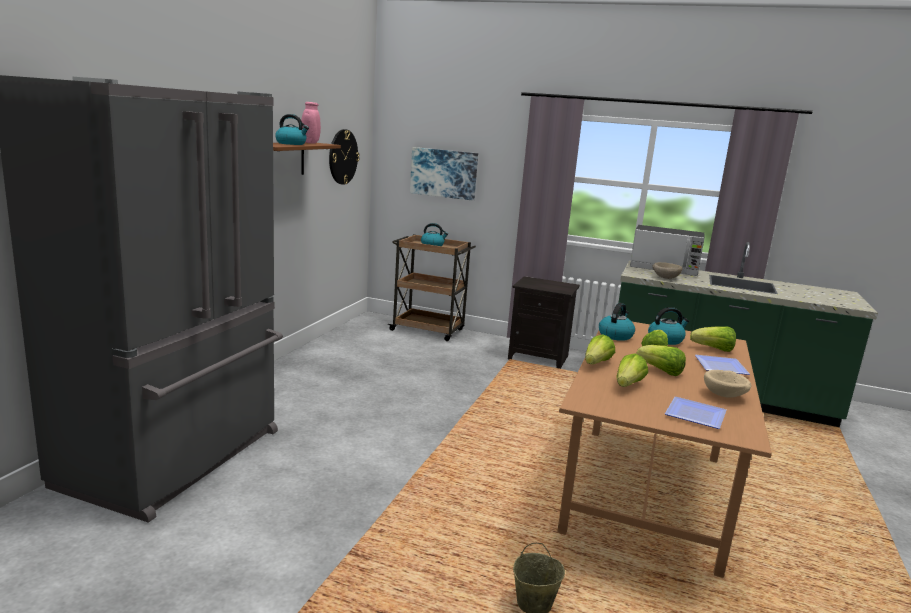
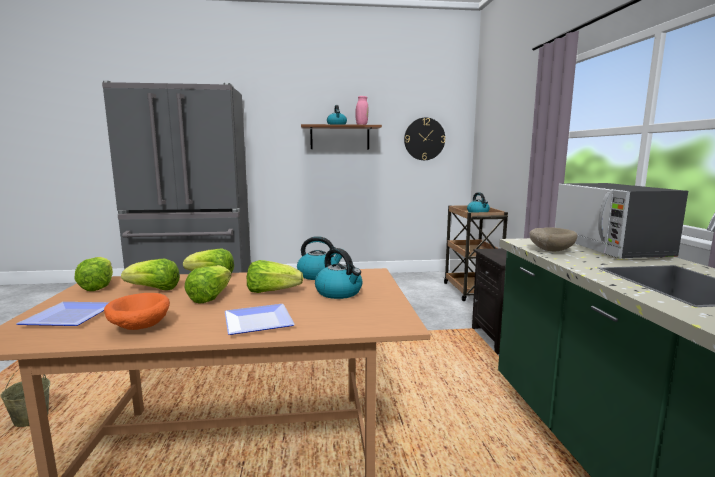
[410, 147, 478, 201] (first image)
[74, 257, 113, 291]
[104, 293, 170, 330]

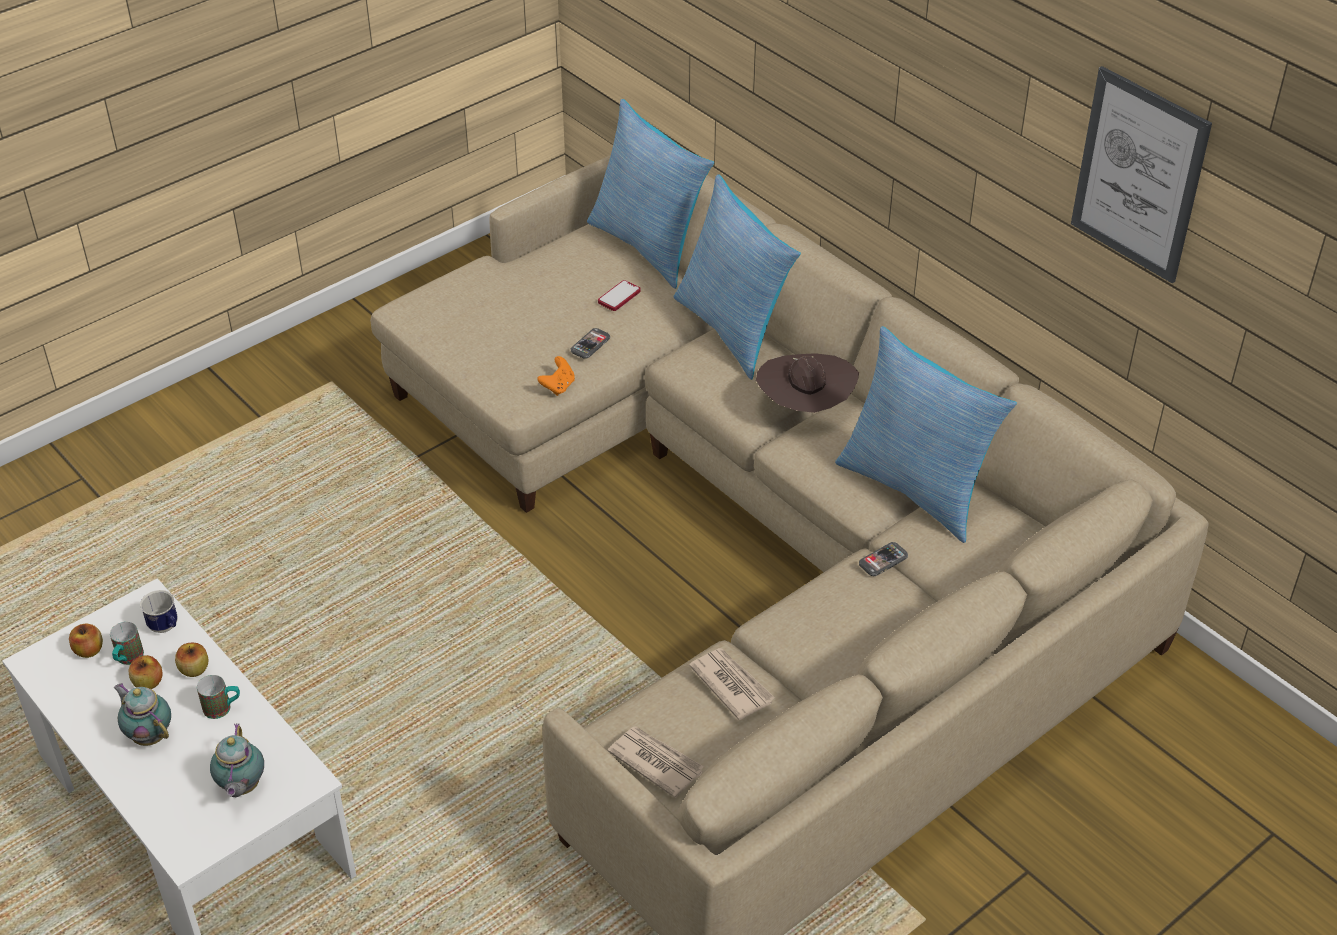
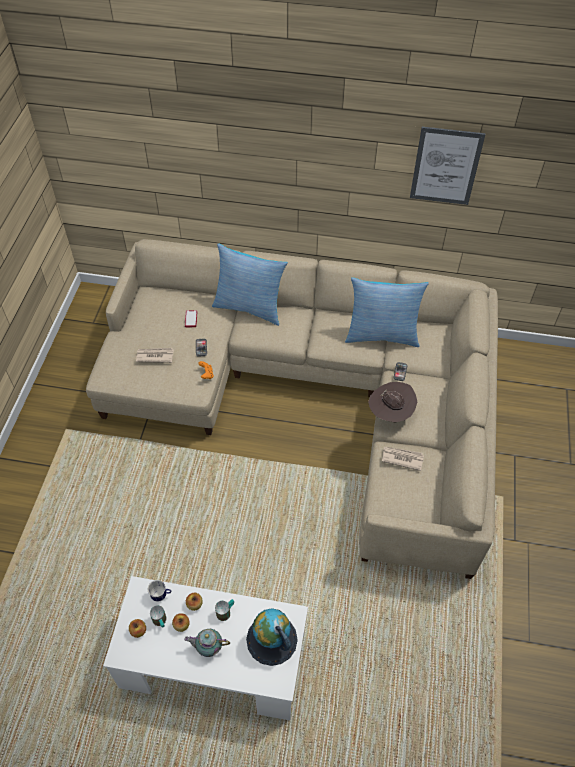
[587, 99, 714, 289] (first image)
[368, 382, 417, 423]
[246, 608, 298, 666]
[136, 348, 174, 363]

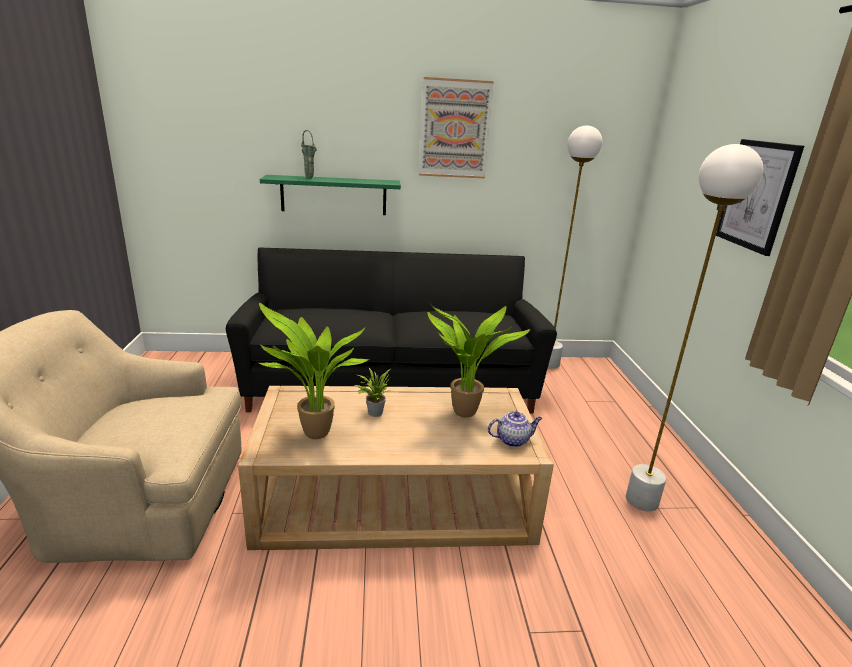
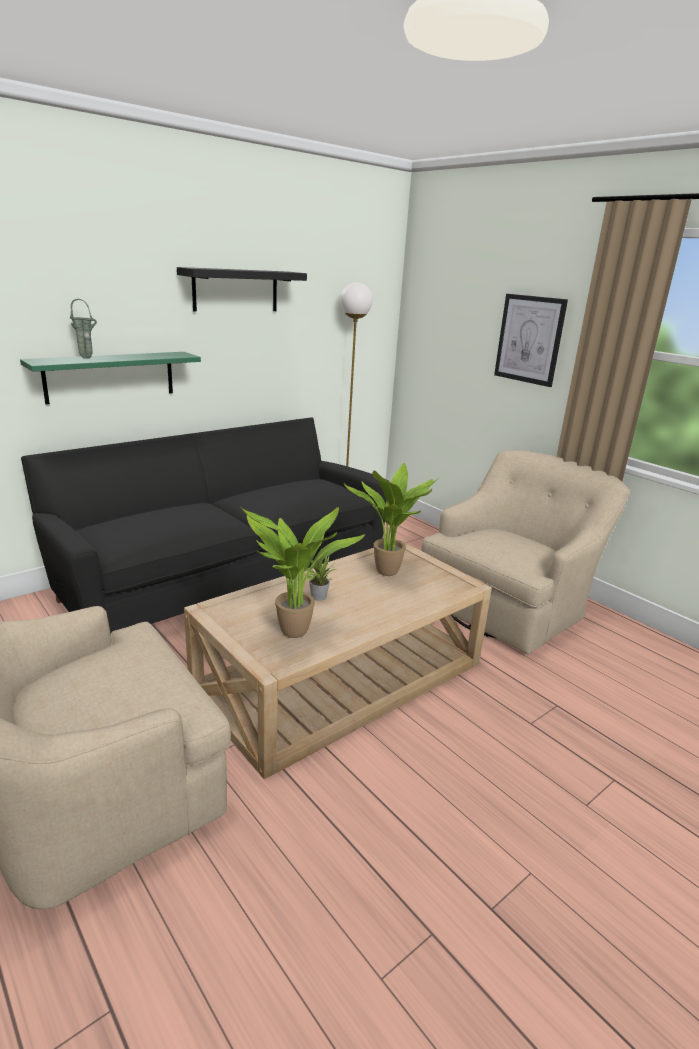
[177, 267, 307, 312]
[421, 450, 629, 654]
[488, 412, 542, 447] (first image)

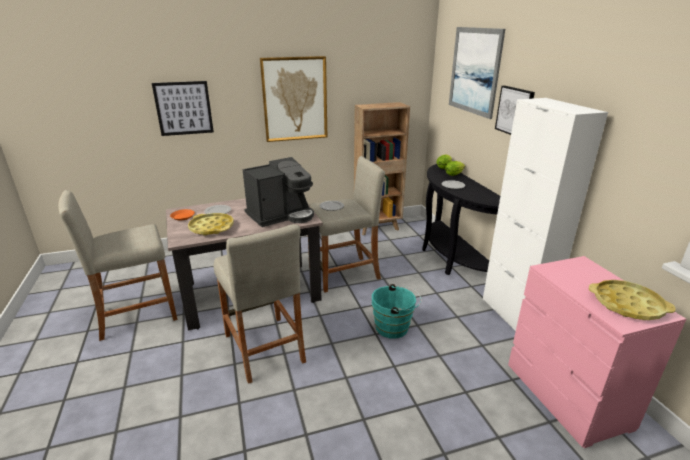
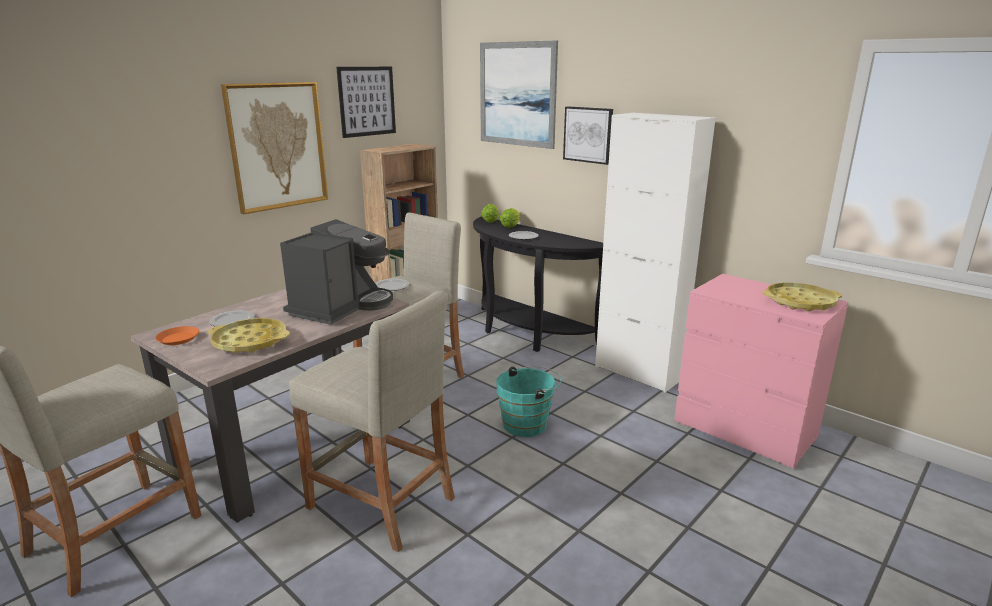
[336, 67, 396, 138]

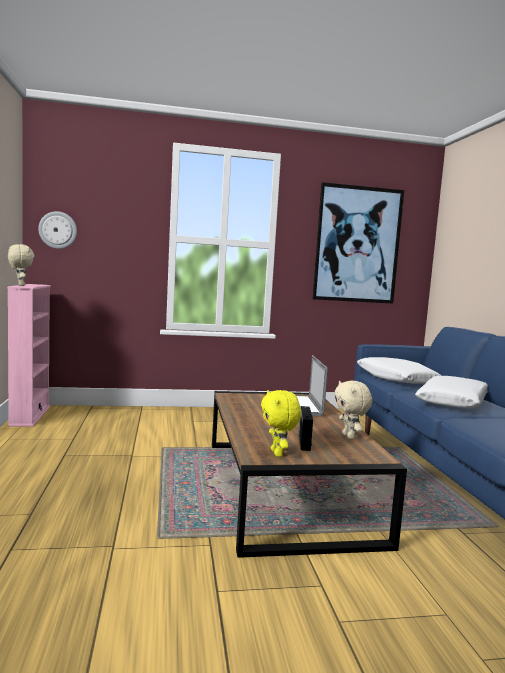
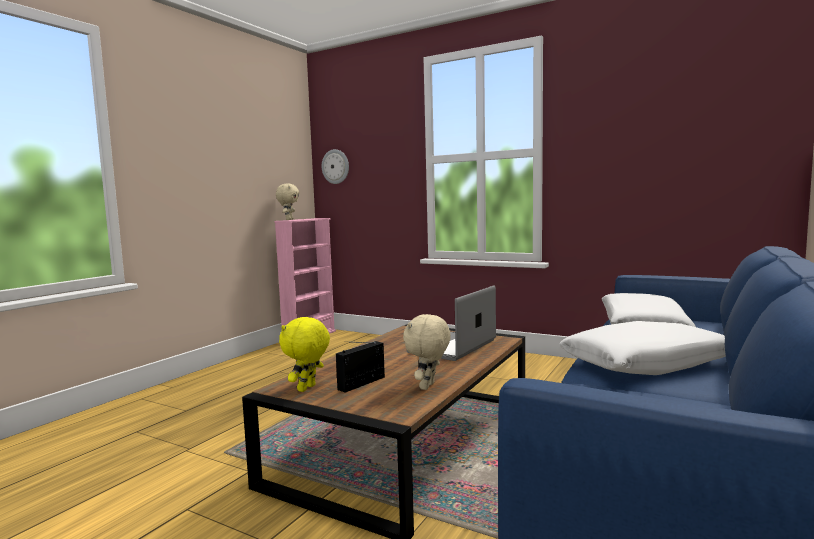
[313, 182, 404, 304] (first image)

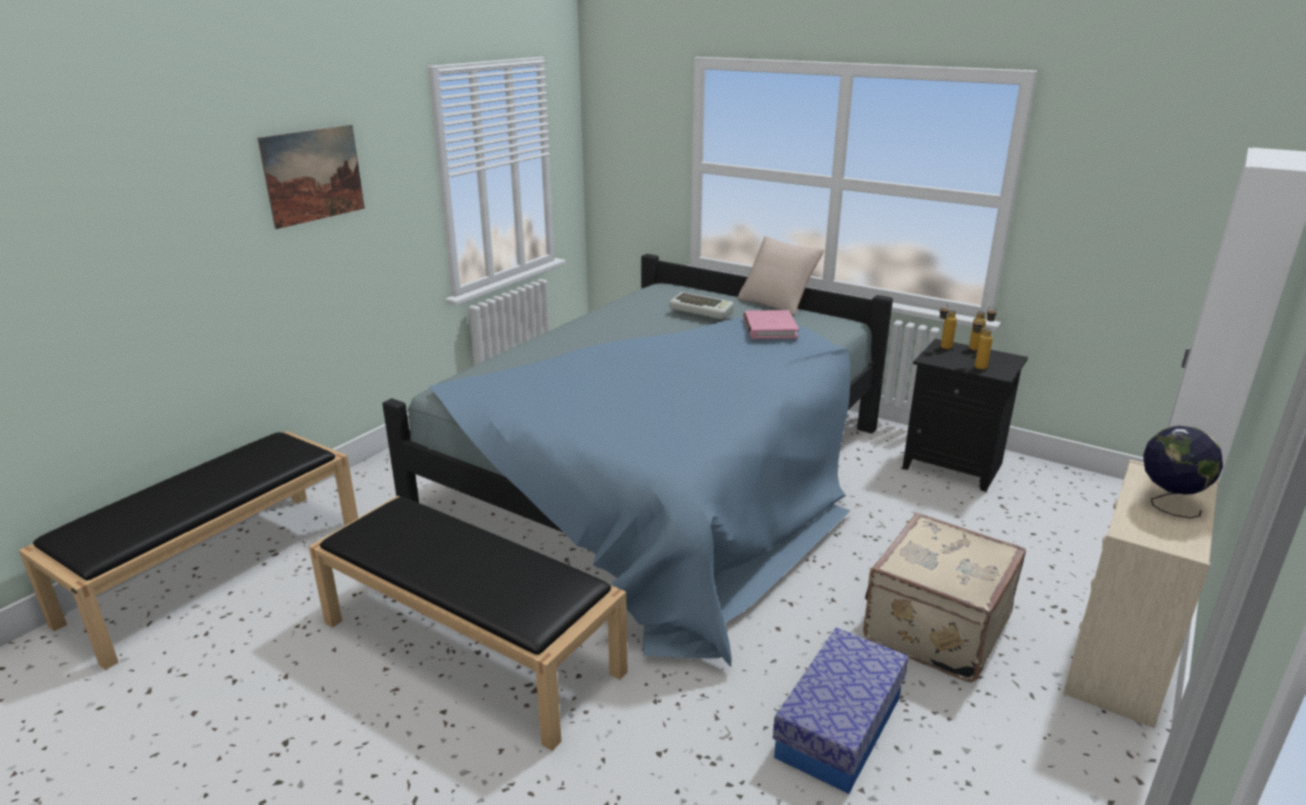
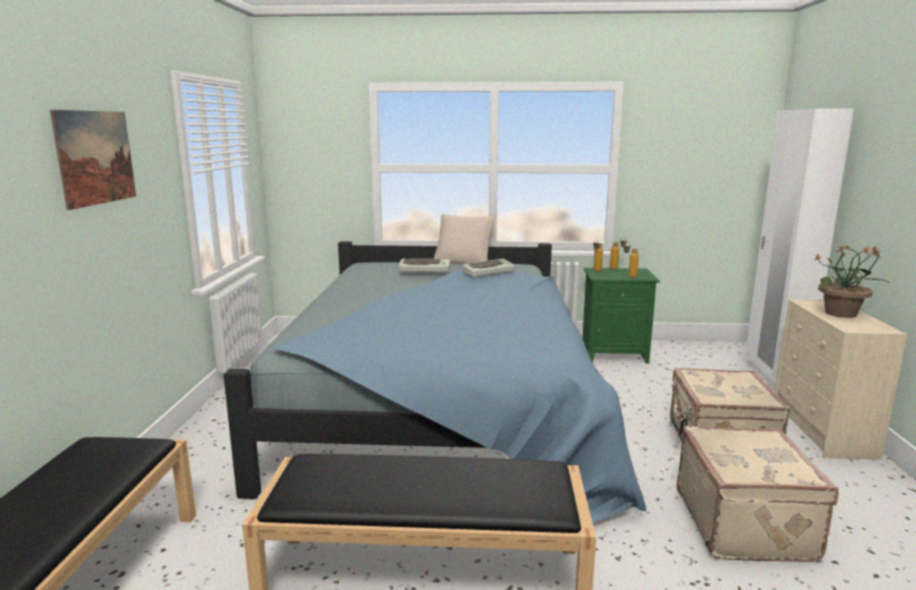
[463, 259, 515, 277]
[582, 268, 660, 363]
[813, 245, 890, 318]
[677, 426, 839, 562]

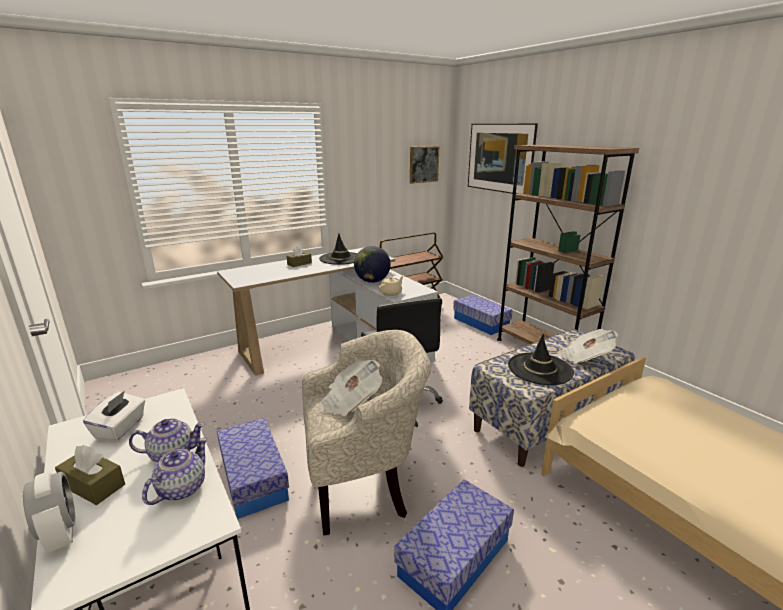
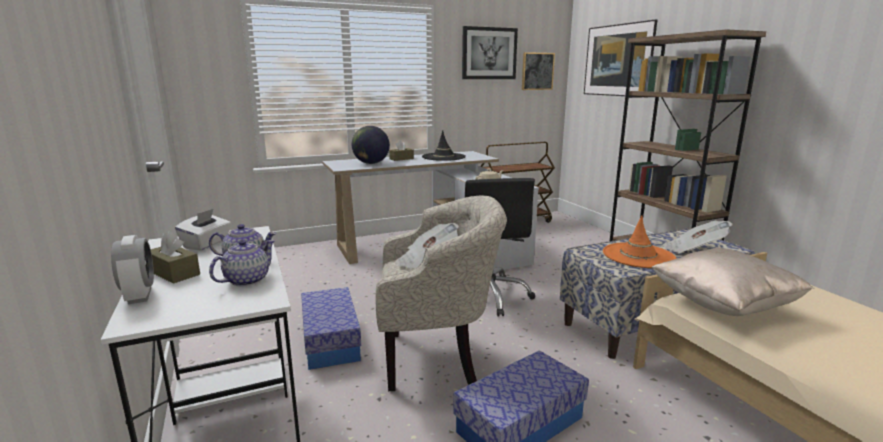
[351, 126, 390, 164]
[453, 295, 513, 335] (first image)
[603, 215, 677, 268]
[462, 26, 518, 79]
[652, 248, 814, 316]

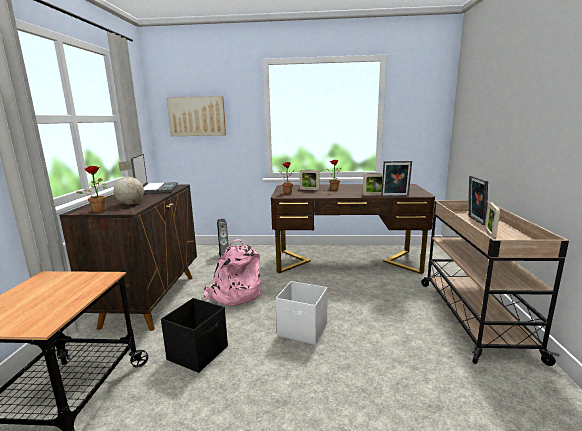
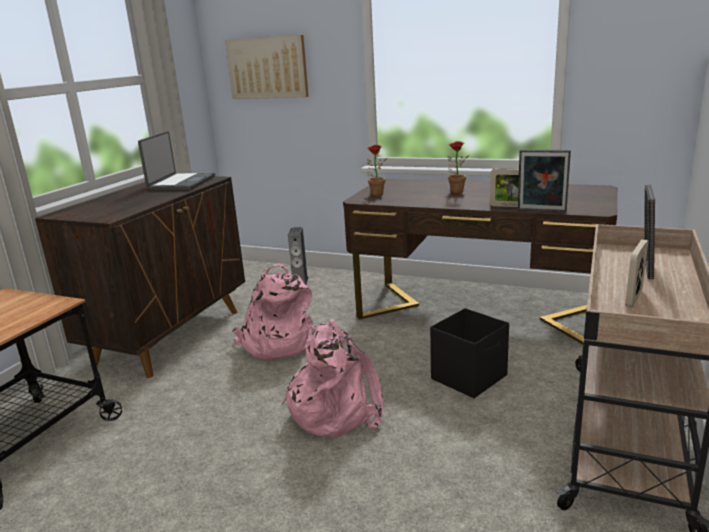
[114, 161, 144, 204] (first image)
[77, 166, 107, 213] (first image)
[299, 170, 319, 190] (first image)
[281, 319, 384, 438]
[430, 308, 509, 398]

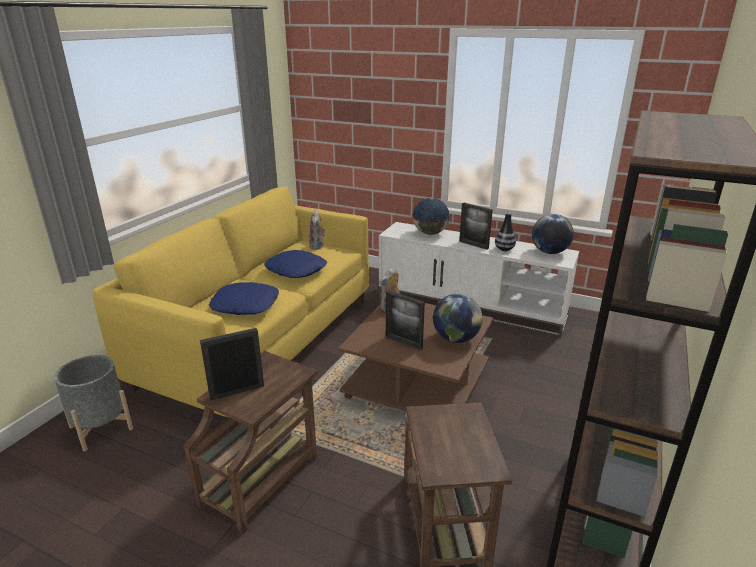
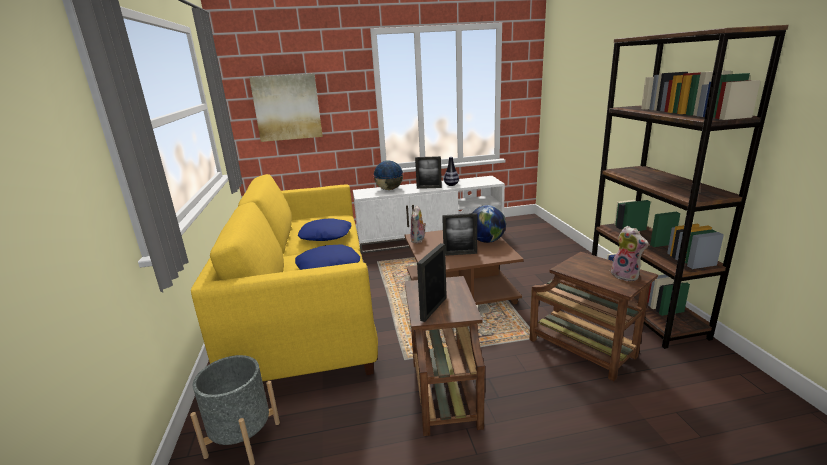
[611, 226, 649, 282]
[532, 214, 574, 254] (first image)
[249, 73, 323, 142]

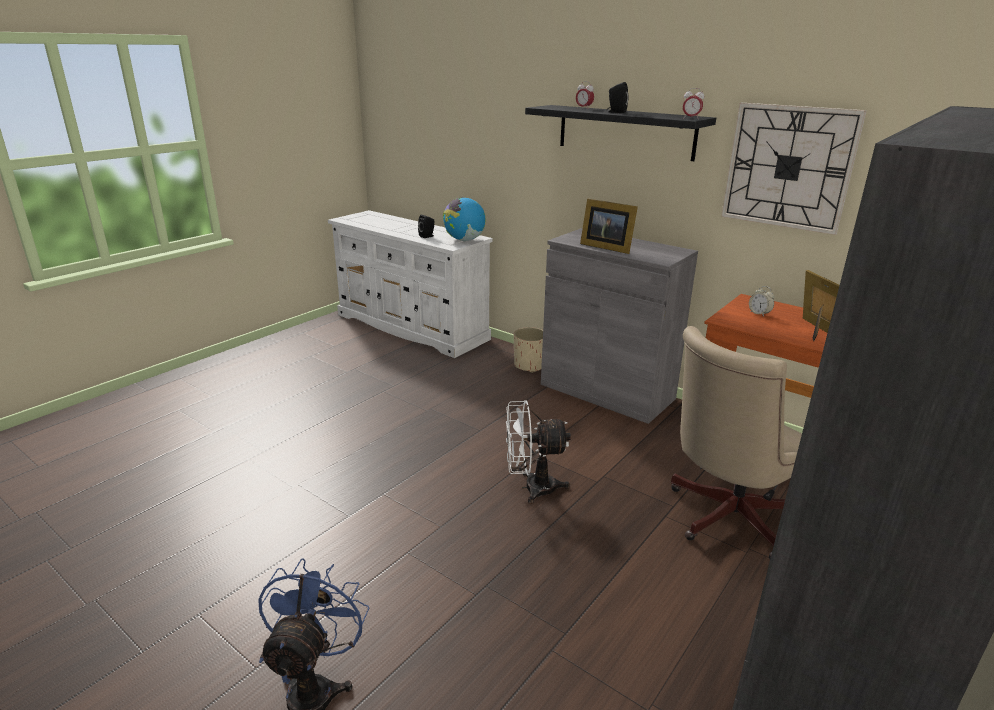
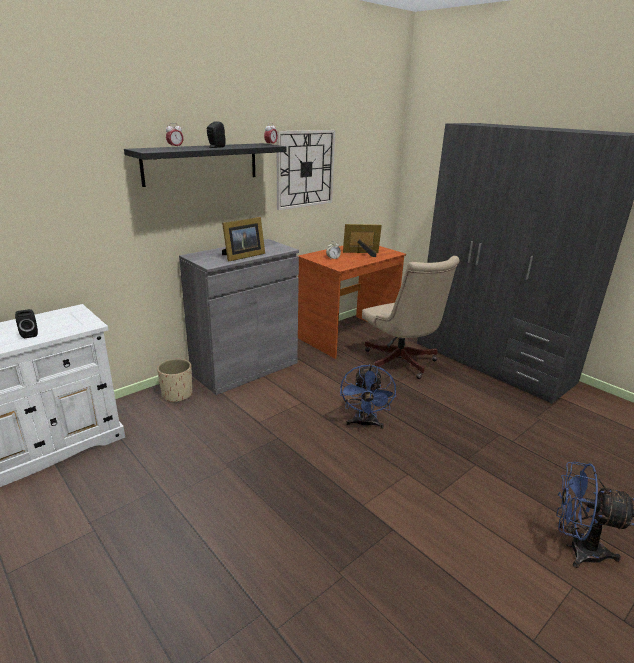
[443, 197, 486, 241] (first image)
[340, 364, 396, 429]

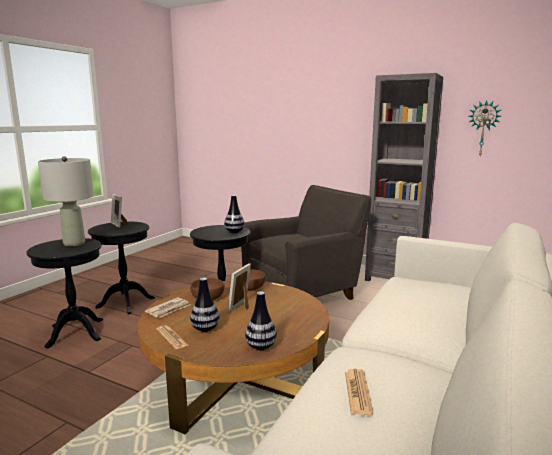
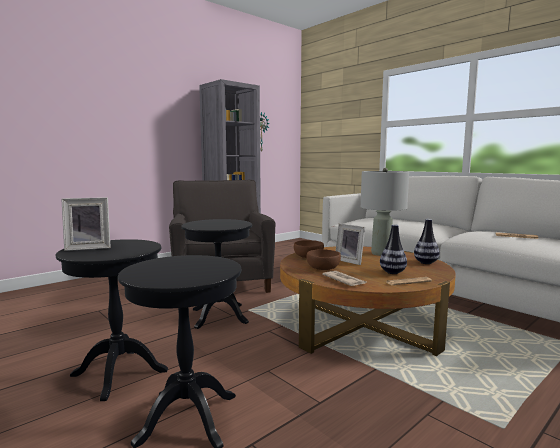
[361, 168, 409, 256]
[224, 195, 245, 233] (first image)

